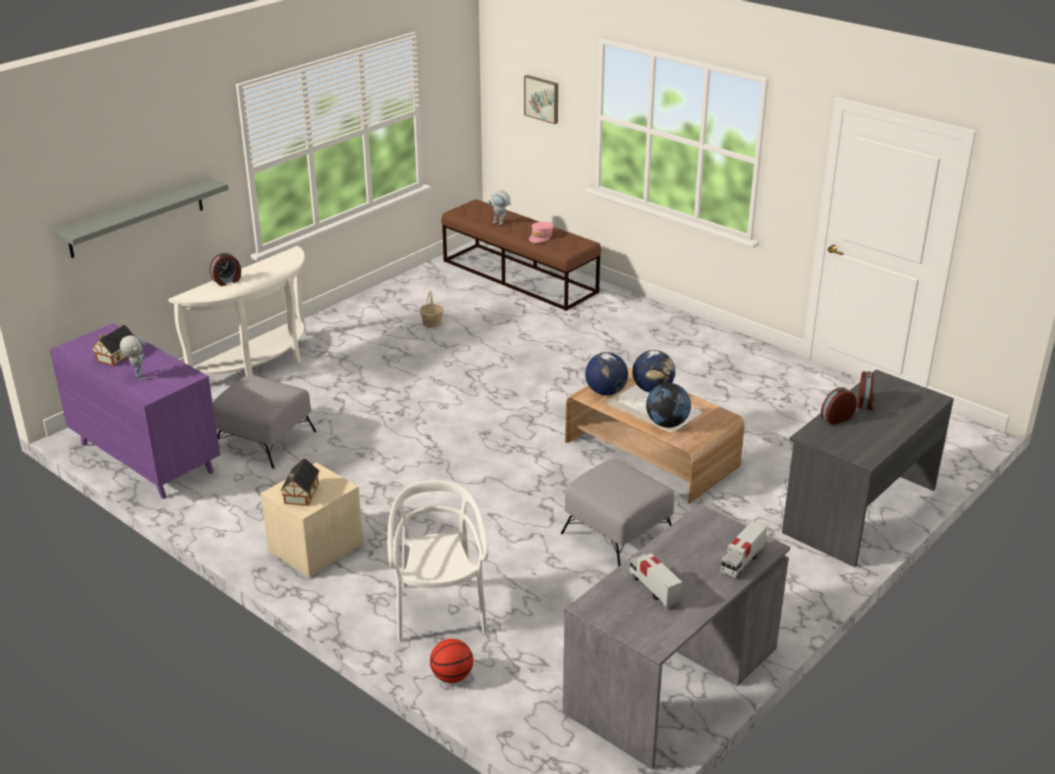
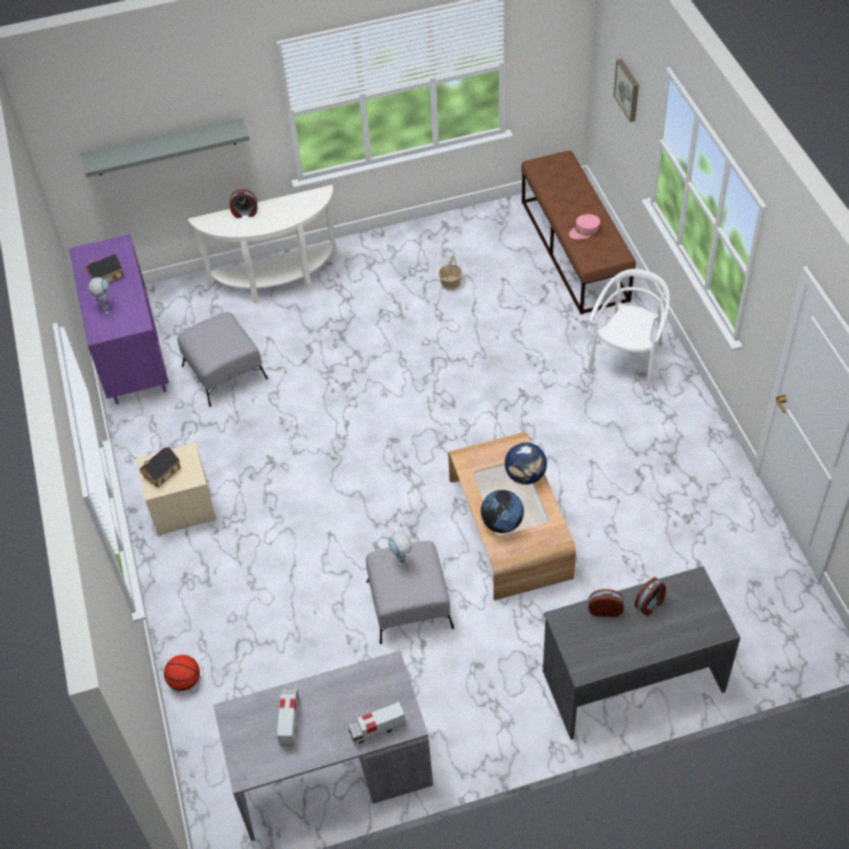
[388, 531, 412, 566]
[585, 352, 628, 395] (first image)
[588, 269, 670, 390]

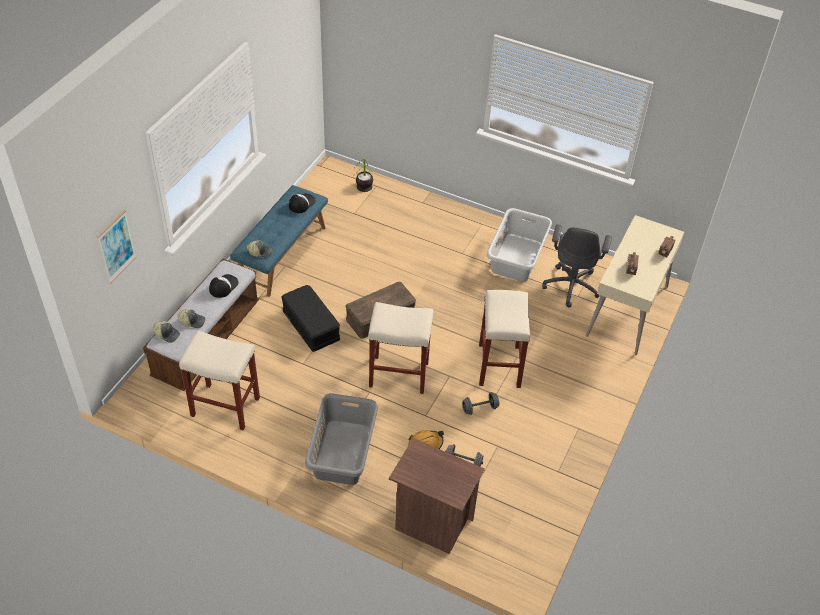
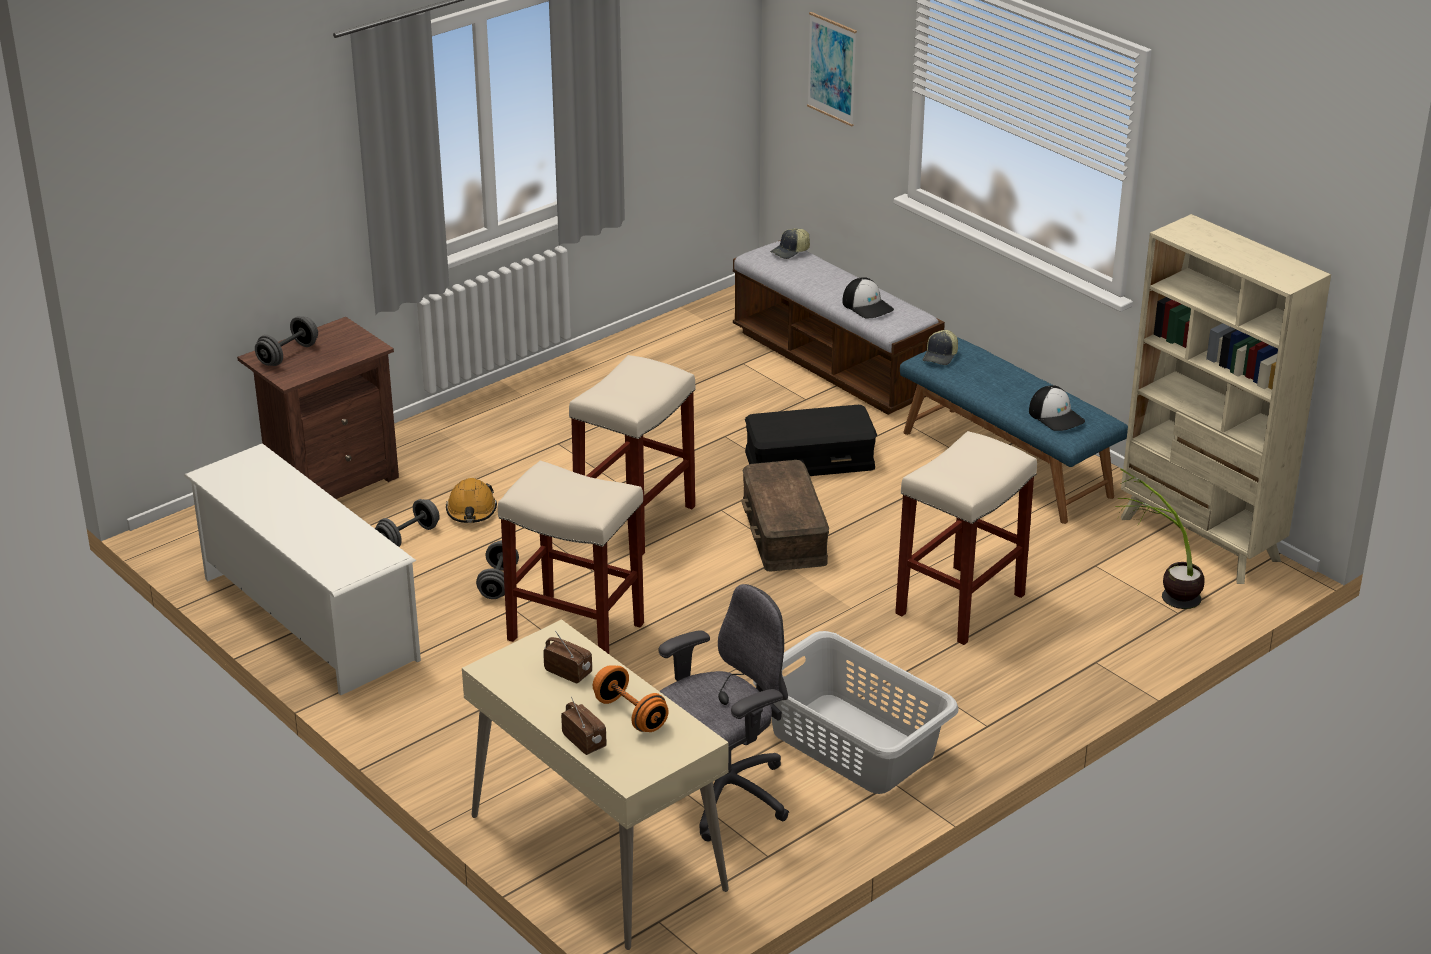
[659, 584, 789, 841]
[177, 309, 206, 328] (first image)
[895, 431, 1037, 645]
[305, 393, 378, 485] (first image)
[1121, 214, 1331, 584]
[255, 316, 318, 366]
[184, 443, 421, 695]
[593, 665, 669, 732]

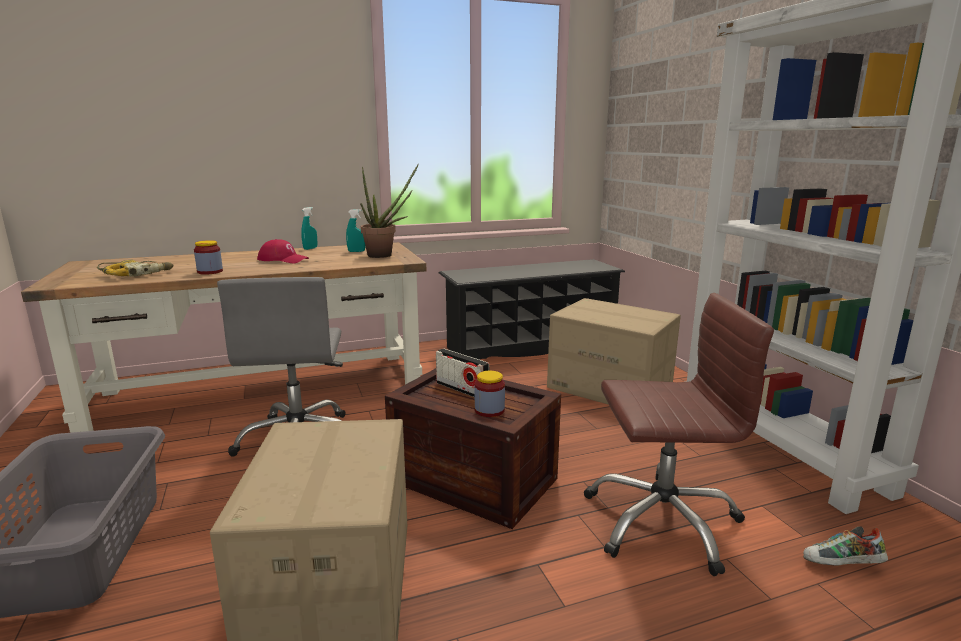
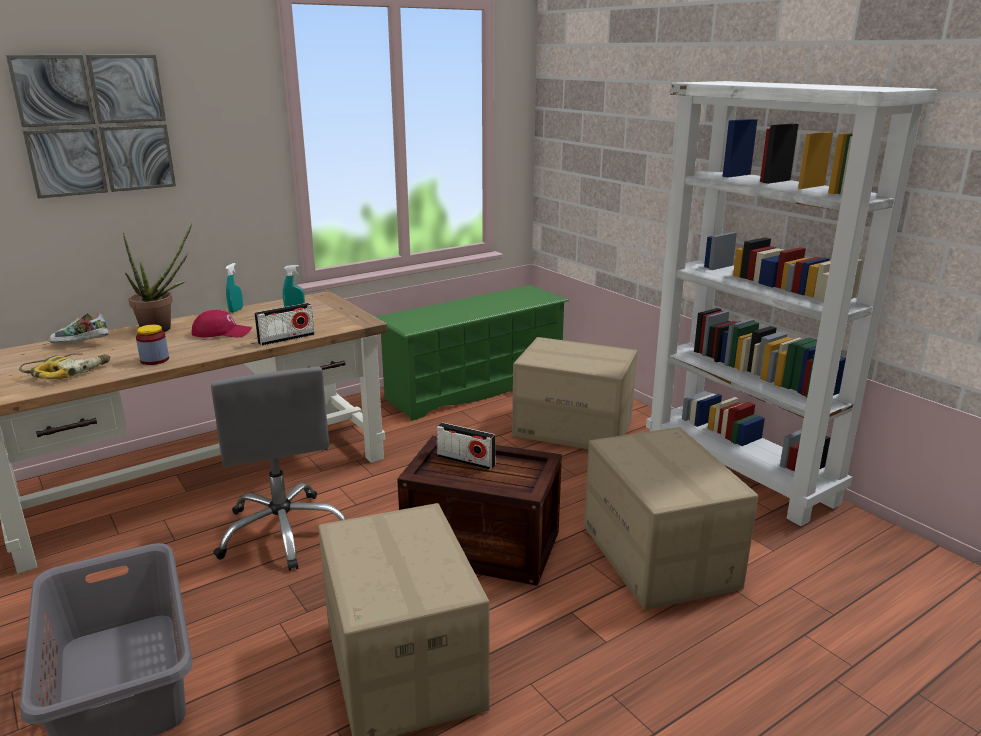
[123, 223, 192, 332]
[375, 285, 569, 421]
[584, 427, 759, 611]
[475, 371, 505, 417] (first image)
[49, 313, 109, 344]
[6, 55, 176, 199]
[254, 303, 314, 346]

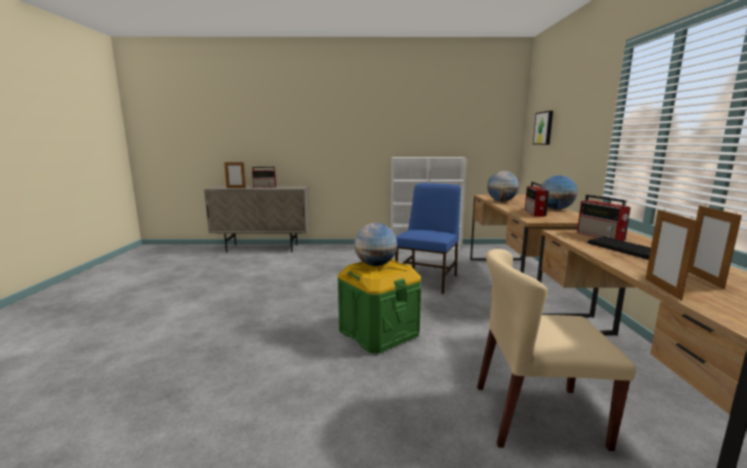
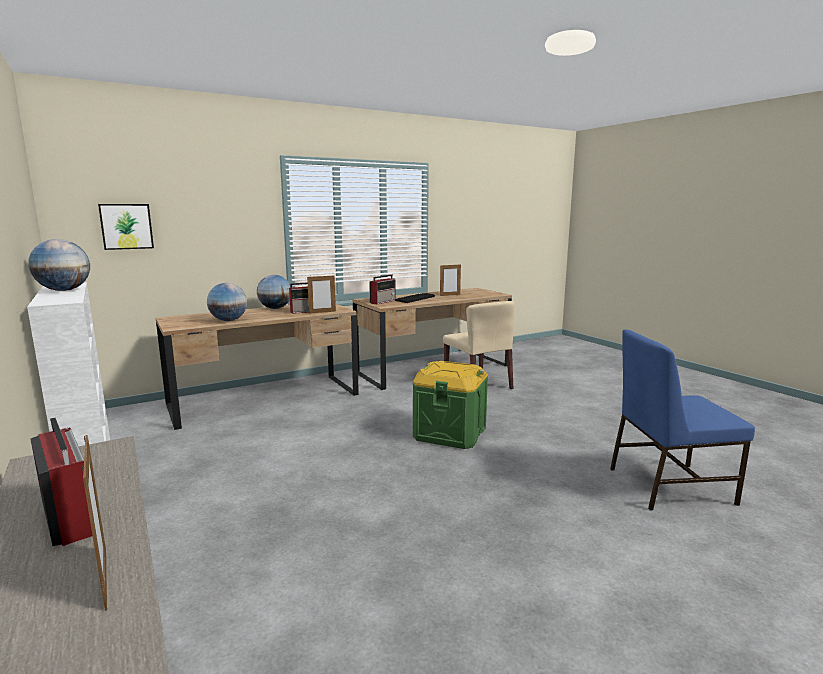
[610, 329, 755, 510]
[307, 274, 336, 314]
[28, 239, 90, 291]

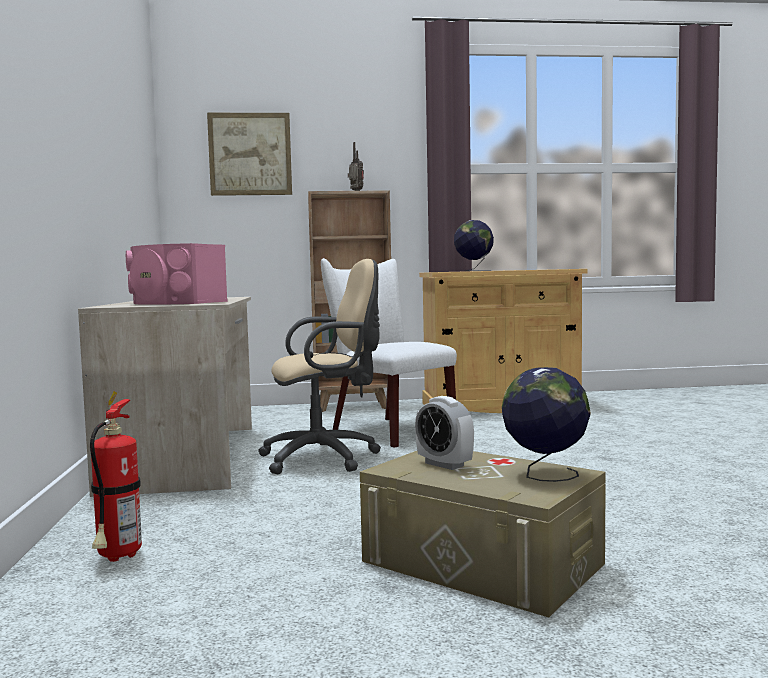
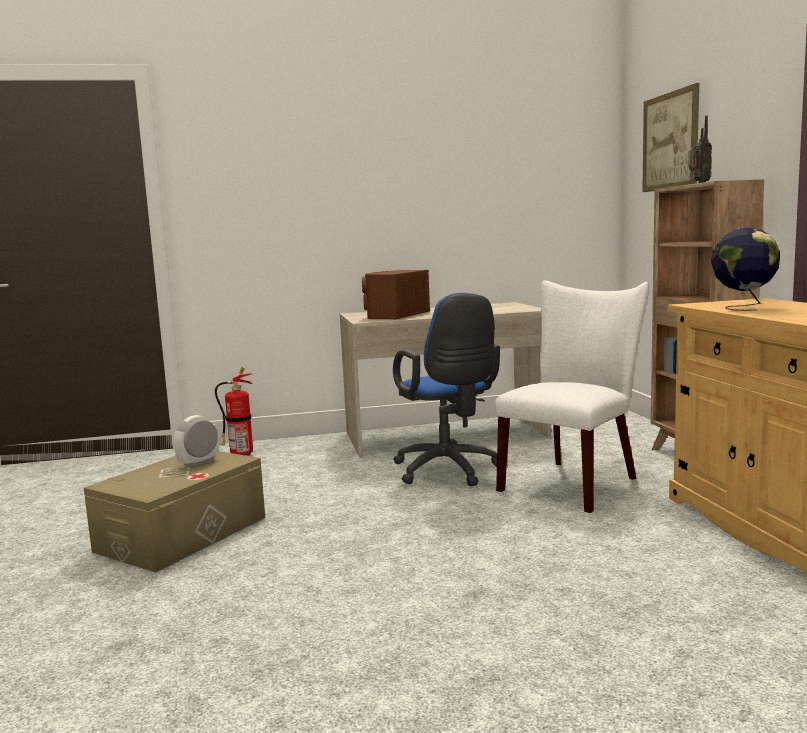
[362, 270, 430, 319]
[393, 293, 500, 486]
[502, 367, 591, 482] (first image)

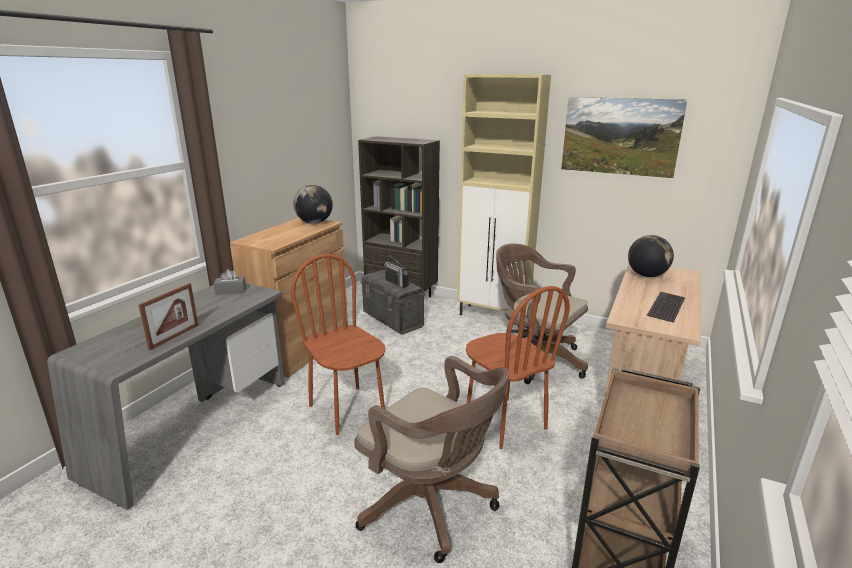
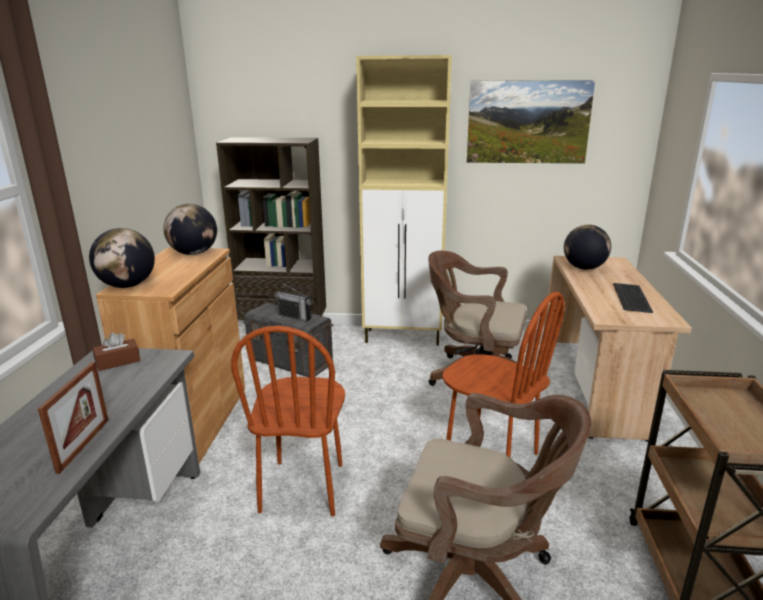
[231, 326, 345, 517]
[93, 332, 140, 371]
[89, 228, 155, 288]

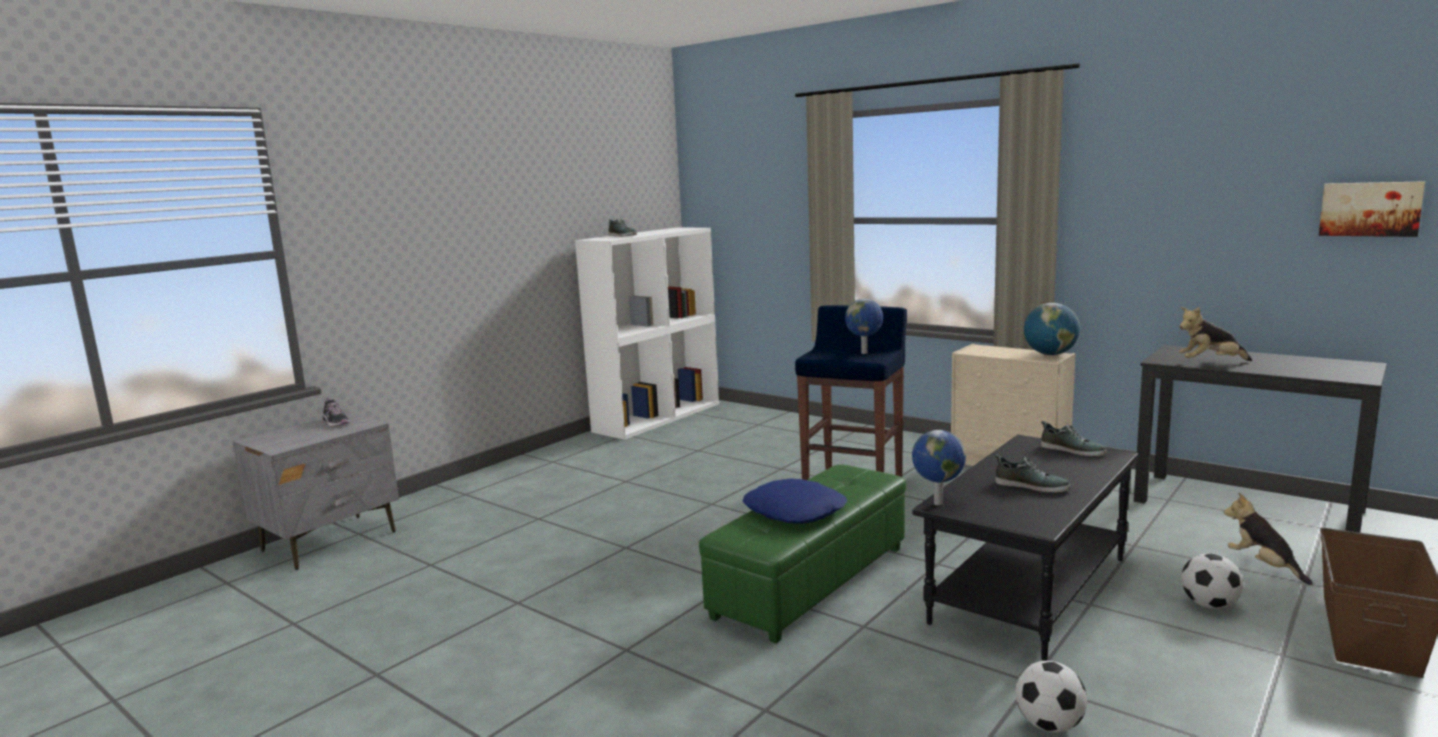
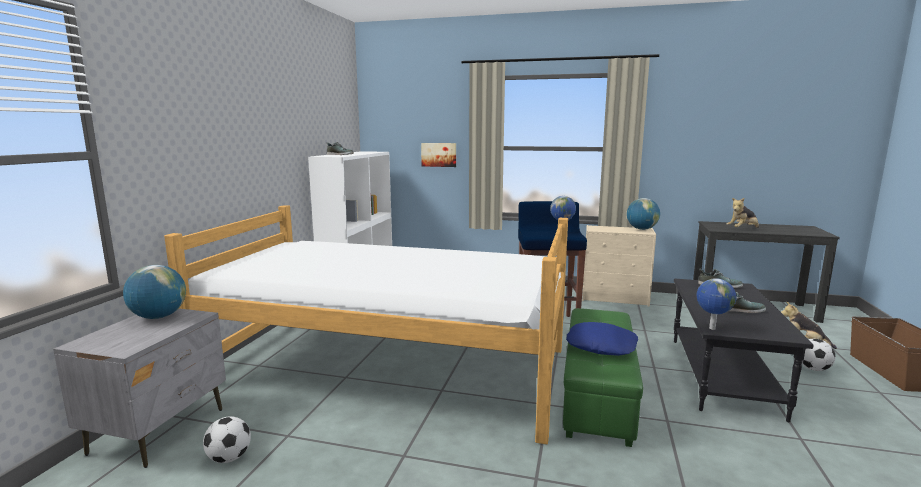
[421, 143, 456, 167]
[123, 265, 186, 319]
[203, 416, 251, 463]
[164, 205, 568, 444]

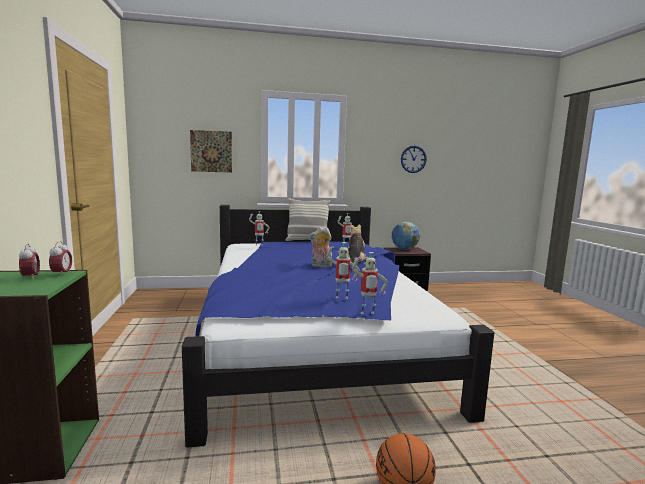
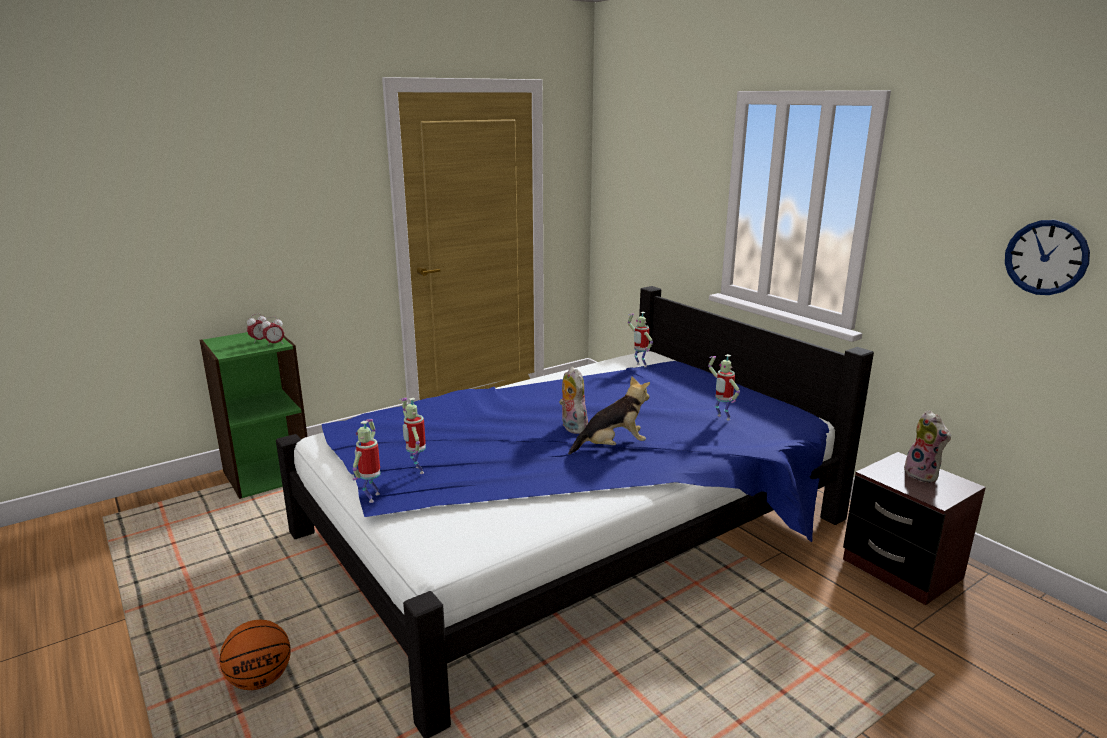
[190, 130, 232, 173] (first image)
[285, 198, 330, 241] (first image)
[904, 410, 951, 483]
[353, 419, 381, 503]

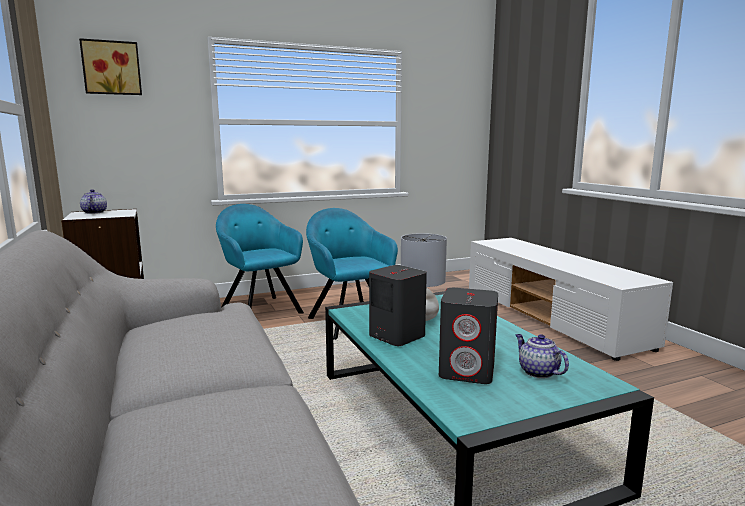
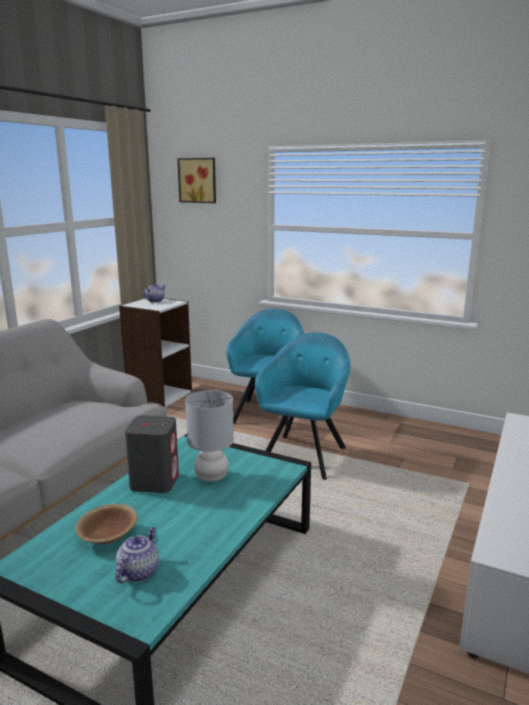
[76, 504, 137, 544]

